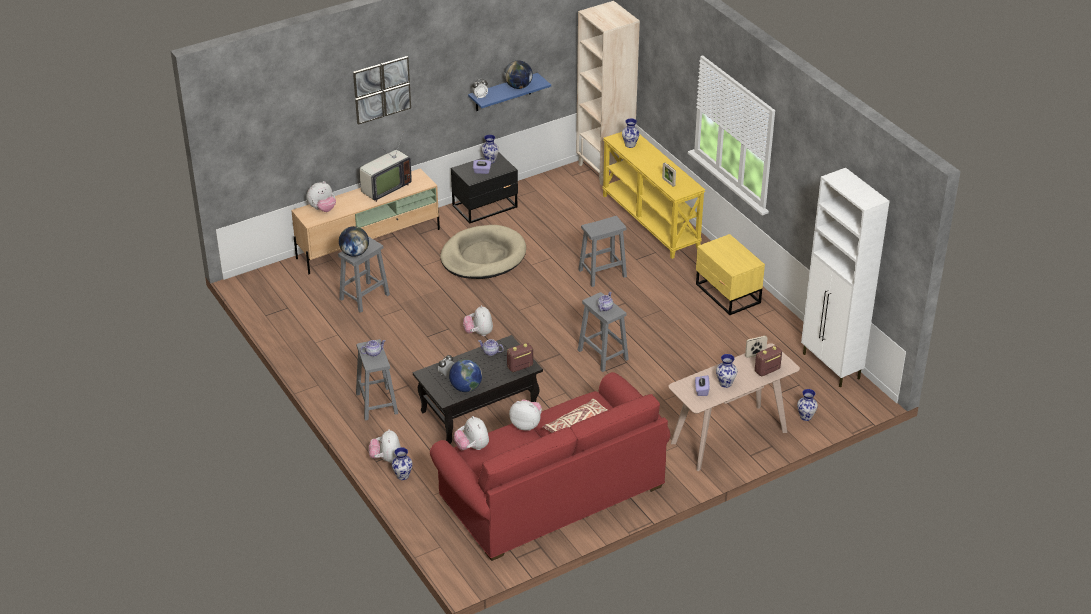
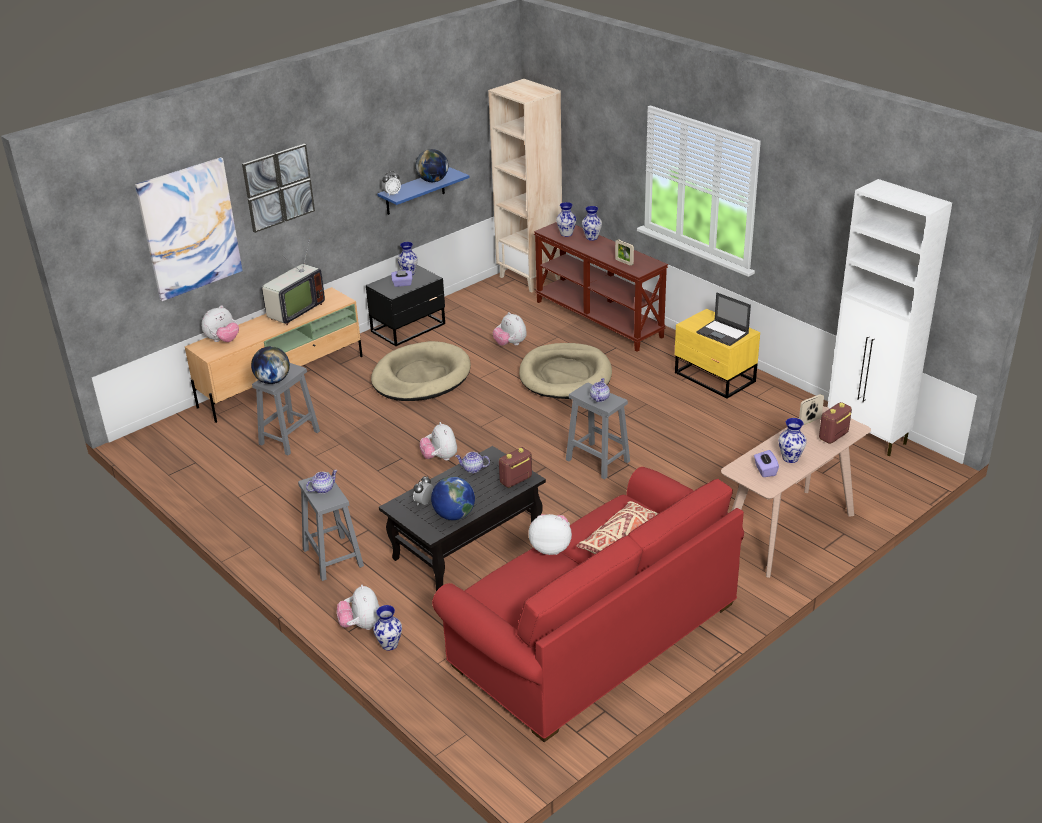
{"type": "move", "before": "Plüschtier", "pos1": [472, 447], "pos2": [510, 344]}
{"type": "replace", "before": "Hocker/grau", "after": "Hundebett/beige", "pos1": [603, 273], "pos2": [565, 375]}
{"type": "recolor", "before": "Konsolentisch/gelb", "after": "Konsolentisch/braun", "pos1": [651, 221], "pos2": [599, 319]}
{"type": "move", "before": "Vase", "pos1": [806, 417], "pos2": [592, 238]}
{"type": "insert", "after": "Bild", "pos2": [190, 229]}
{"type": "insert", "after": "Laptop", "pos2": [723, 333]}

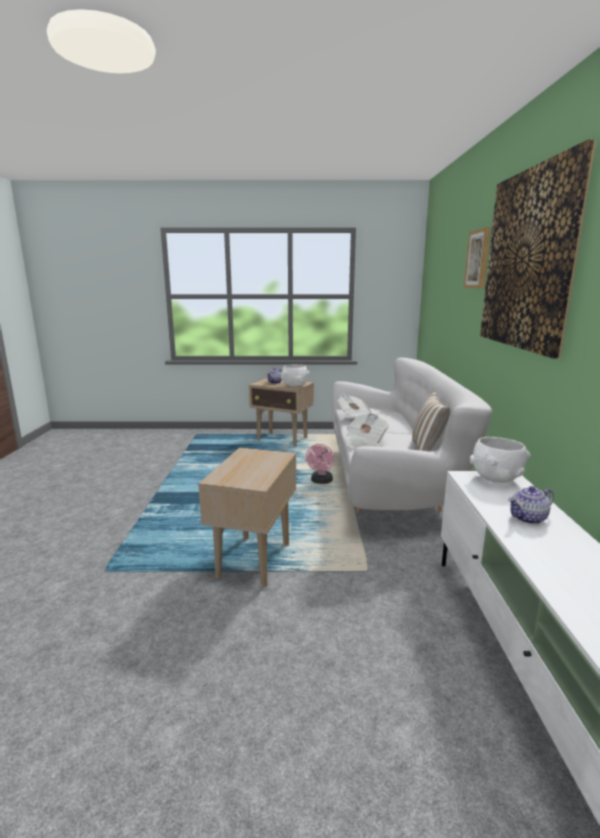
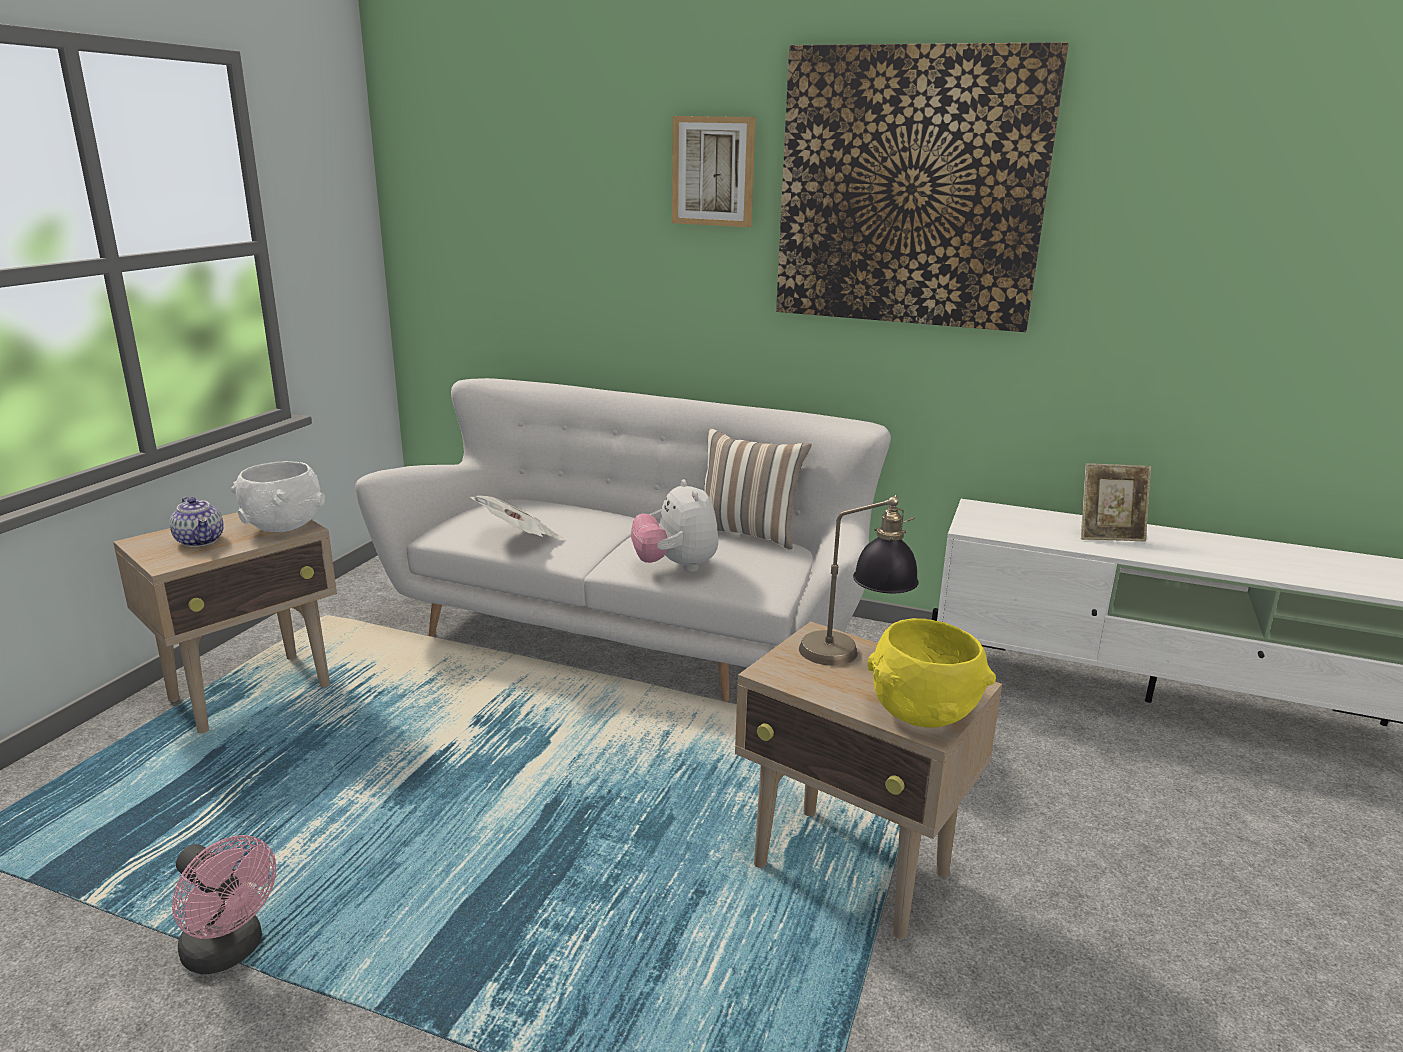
{"type": "move", "before": "Ventilator/rosa", "pos1": [321, 481], "pos2": [230, 952]}
{"type": "replace", "before": "Zeitung", "after": "Plüschtier", "pos1": [365, 442], "pos2": [676, 567]}
{"type": "delete", "before": "Schüssel/weiß", "pos1": [496, 479]}
{"type": "replace", "before": "Teekanne", "after": "Bilderrahmen", "pos1": [528, 518], "pos2": [1109, 536]}
{"type": "insert", "after": "Tischlampe", "pos2": [852, 657]}
{"type": "insert", "after": "Schüssel/gelb", "pos2": [922, 715]}

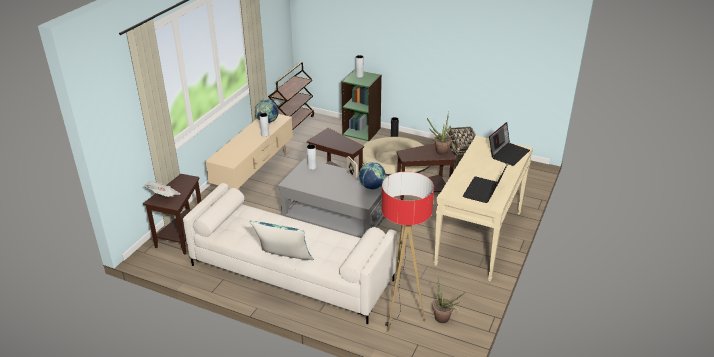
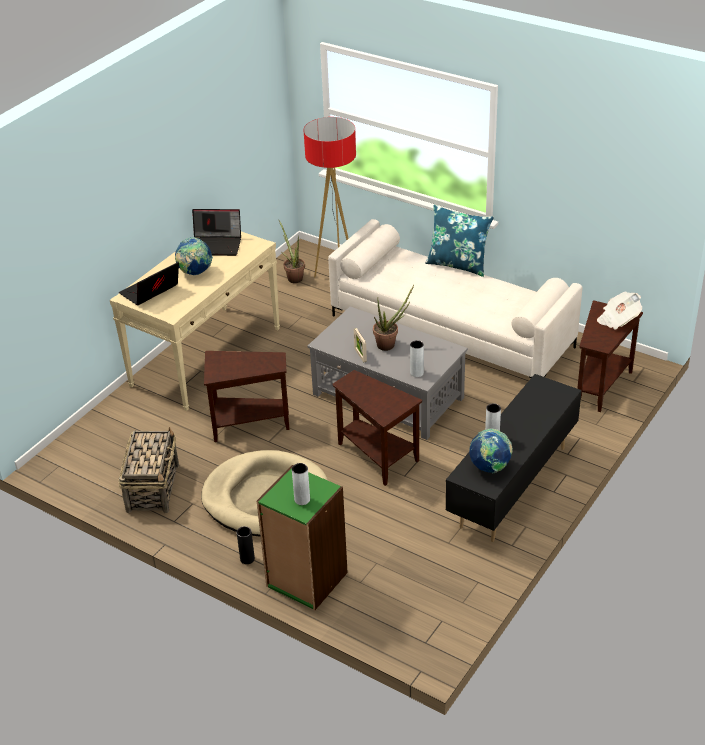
{"type": "recolor", "before": "Fernsehschrank/beige", "after": "Fernsehschrank/schwarz", "pos1": [255, 174], "pos2": [512, 487]}
{"type": "delete", "before": "Rollwagen/braun", "pos1": [292, 124]}
{"type": "move", "before": "Globus", "pos1": [372, 187], "pos2": [195, 273]}
{"type": "move", "before": "Topfpflanze", "pos1": [439, 152], "pos2": [389, 344]}
{"type": "rotate", "before": "Laptop", "pos1": [484, 191], "pos2": [217, 245], "turn": 60}

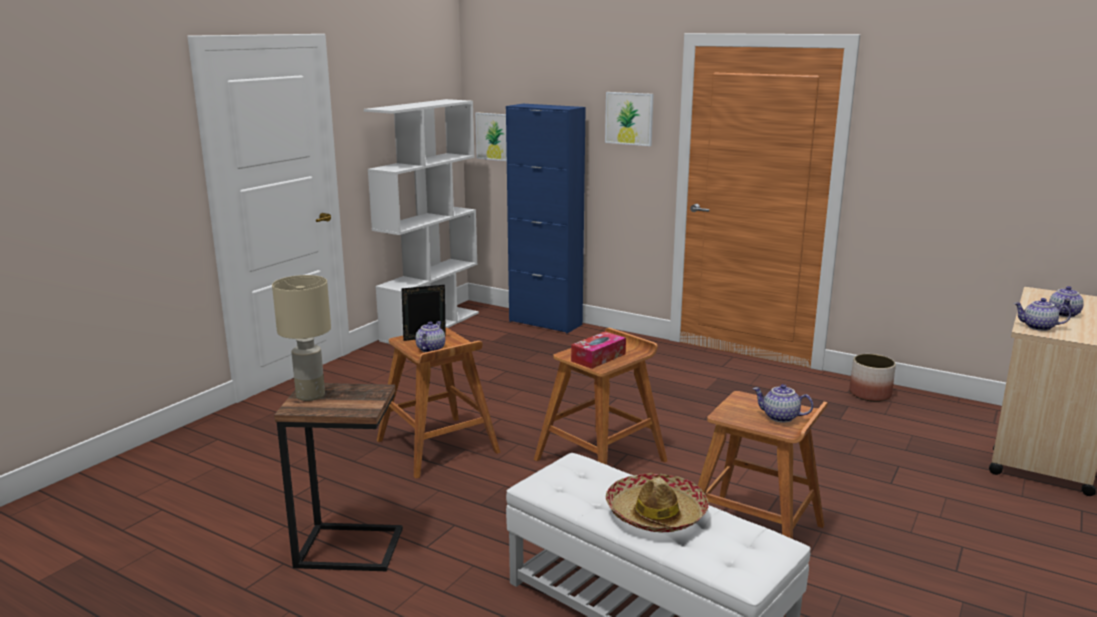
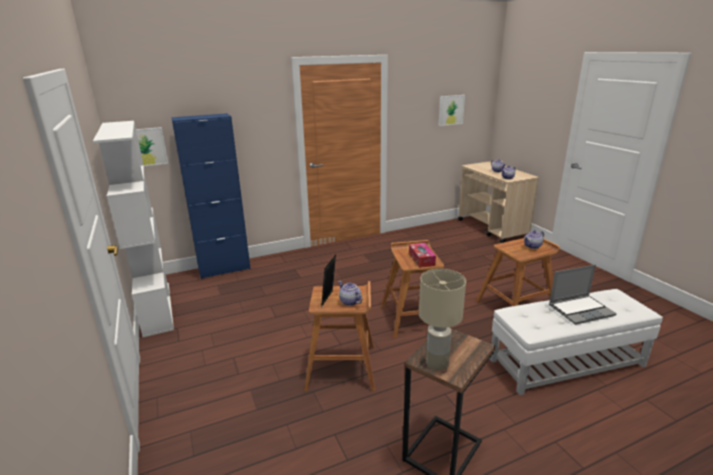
{"type": "move", "before": "Bild", "pos1": [629, 118], "pos2": [451, 110]}
{"type": "replace", "before": "Hut", "after": "Laptop", "pos1": [656, 514], "pos2": [581, 310]}
{"type": "delete", "before": "Pflanzkübel", "pos1": [870, 394]}

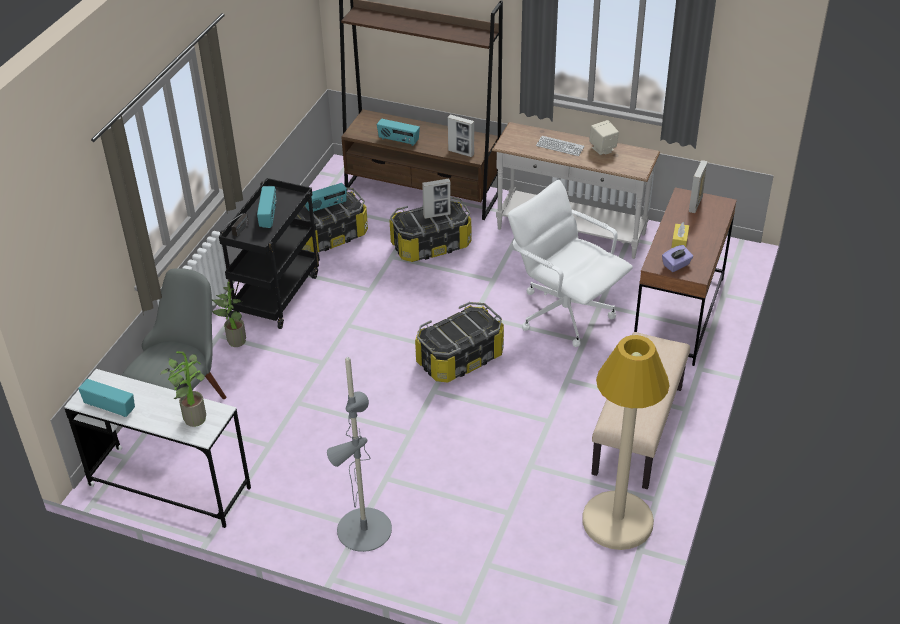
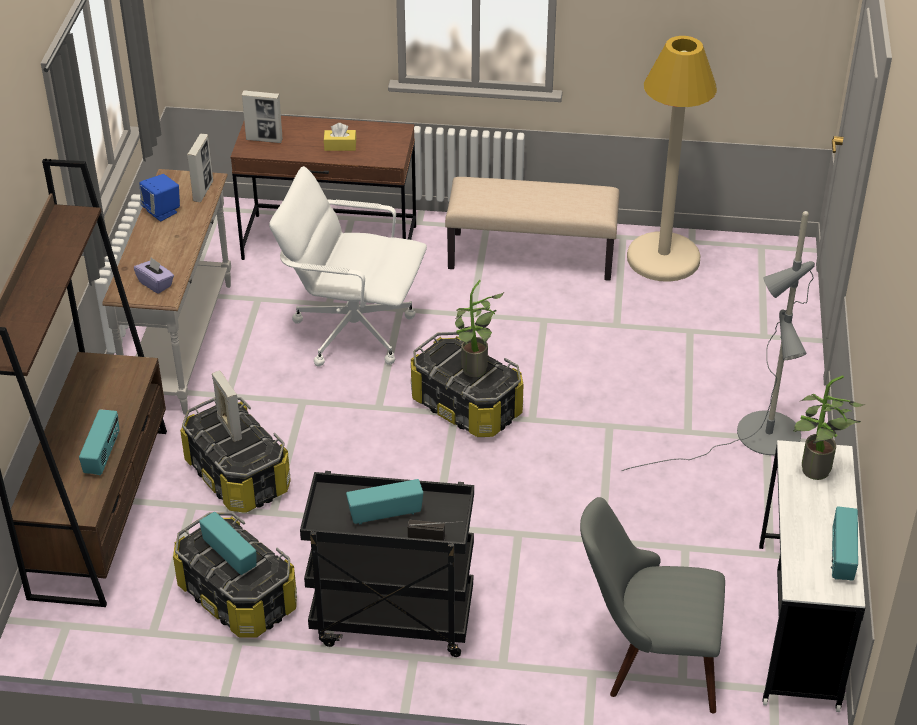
{"type": "move", "before": "Topfpflanze", "pos1": [234, 341], "pos2": [475, 372]}
{"type": "move", "before": "Bilderrahmen", "pos1": [461, 152], "pos2": [203, 191]}
{"type": "rotate", "before": "Bürostuhl/weiß", "pos1": [565, 313], "pos2": [352, 330], "turn": 75}
{"type": "delete", "before": "Tastatur", "pos1": [560, 147]}
{"type": "recolor", "before": "Lautsprecher/beige", "after": "Lautsprecher/blau", "pos1": [603, 149], "pos2": [162, 212]}
{"type": "move", "before": "Taschentuchbox/lila", "pos1": [676, 265], "pos2": [155, 284]}

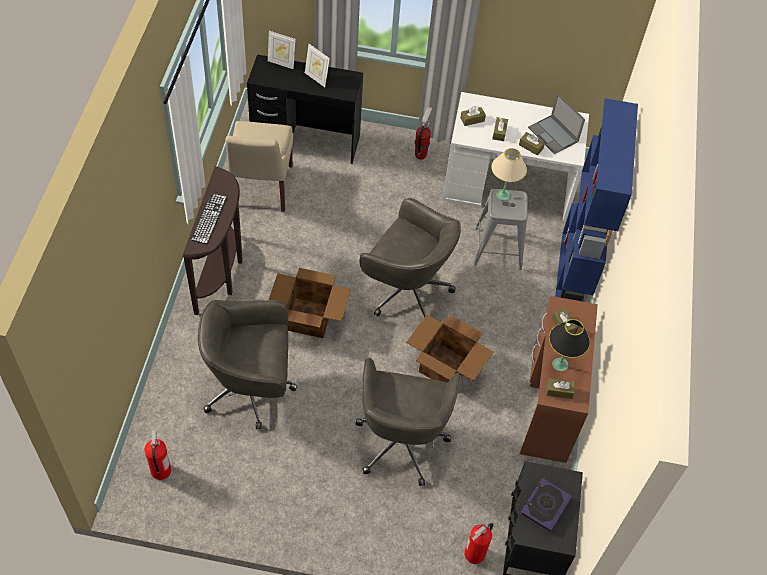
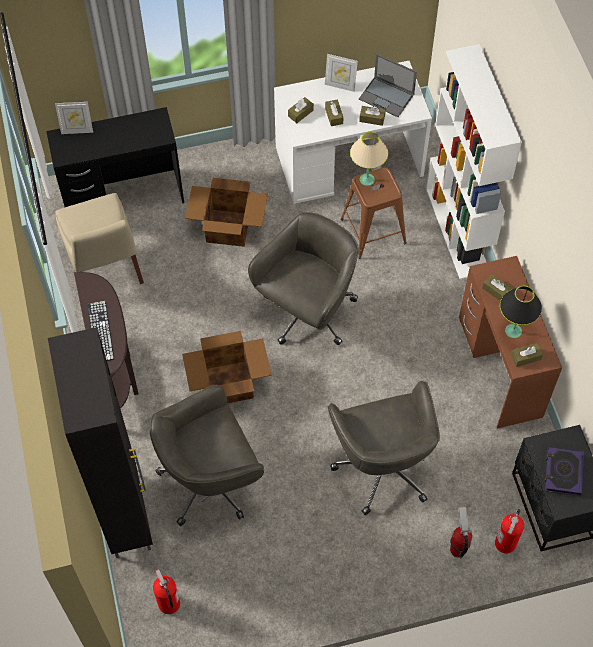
{"type": "move", "before": "Bilderrahmen", "pos1": [316, 78], "pos2": [340, 85]}
{"type": "rotate", "before": "Bürostuhl/grau", "pos1": [406, 290], "pos2": [307, 312], "turn": -60}
{"type": "move", "before": "Karton", "pos1": [446, 367], "pos2": [229, 228]}
{"type": "move", "before": "Feuerlöscher", "pos1": [420, 155], "pos2": [457, 550]}
{"type": "recolor", "before": "Hocker/grau", "after": "Hocker/braun", "pos1": [498, 248], "pos2": [373, 231]}
{"type": "recolor", "before": "Bücherregal/blau", "after": "Bücherregal/weiß", "pos1": [572, 277], "pos2": [458, 230]}
{"type": "insert", "after": "Schrank/schwarz", "pos2": [126, 514]}

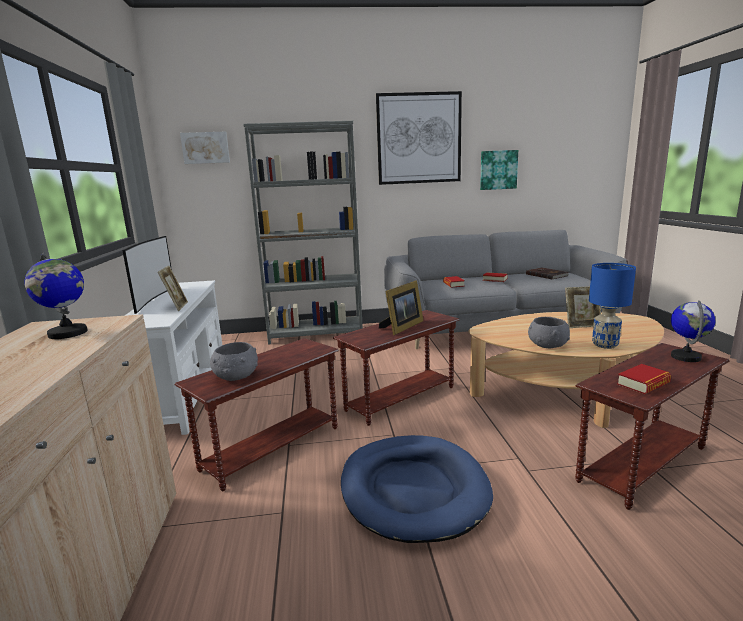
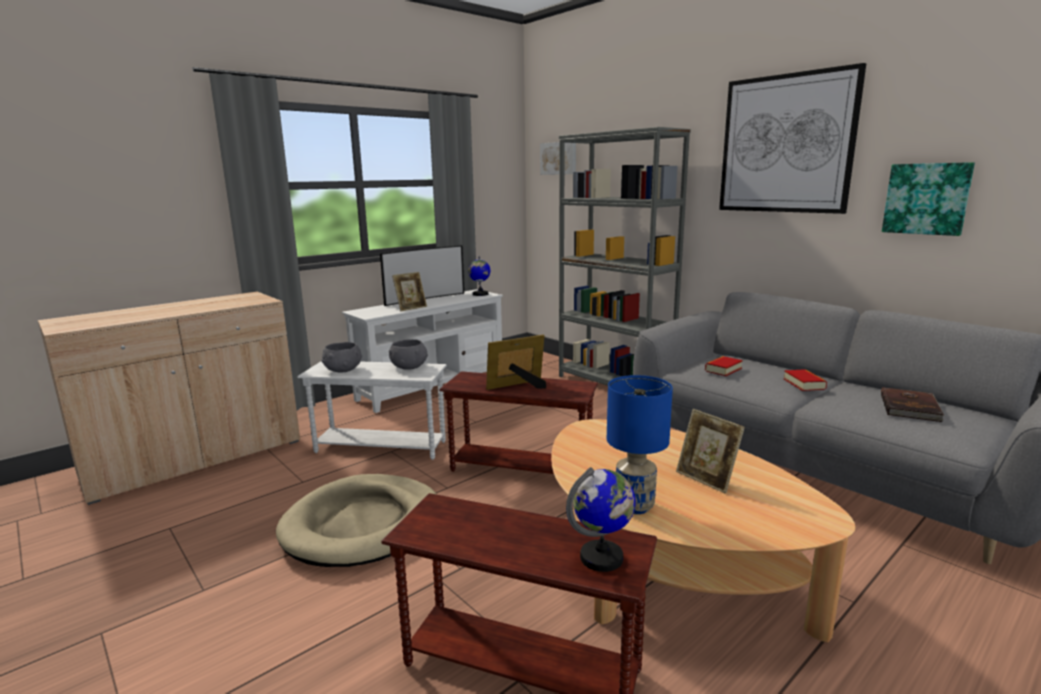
{"type": "move", "before": "Globus", "pos1": [67, 333], "pos2": [480, 294]}
{"type": "recolor", "before": "Beistelltisch/braun", "after": "Beistelltisch/weiß", "pos1": [271, 448], "pos2": [381, 447]}
{"type": "recolor", "before": "Hundebett/blau", "after": "Hundebett/beige", "pos1": [413, 490], "pos2": [362, 524]}
{"type": "rotate", "before": "Bilderrahmen", "pos1": [402, 327], "pos2": [519, 386], "turn": 150}
{"type": "move", "before": "Schüssel/grau", "pos1": [547, 345], "pos2": [409, 367]}
{"type": "delete", "before": "Buch", "pos1": [643, 384]}

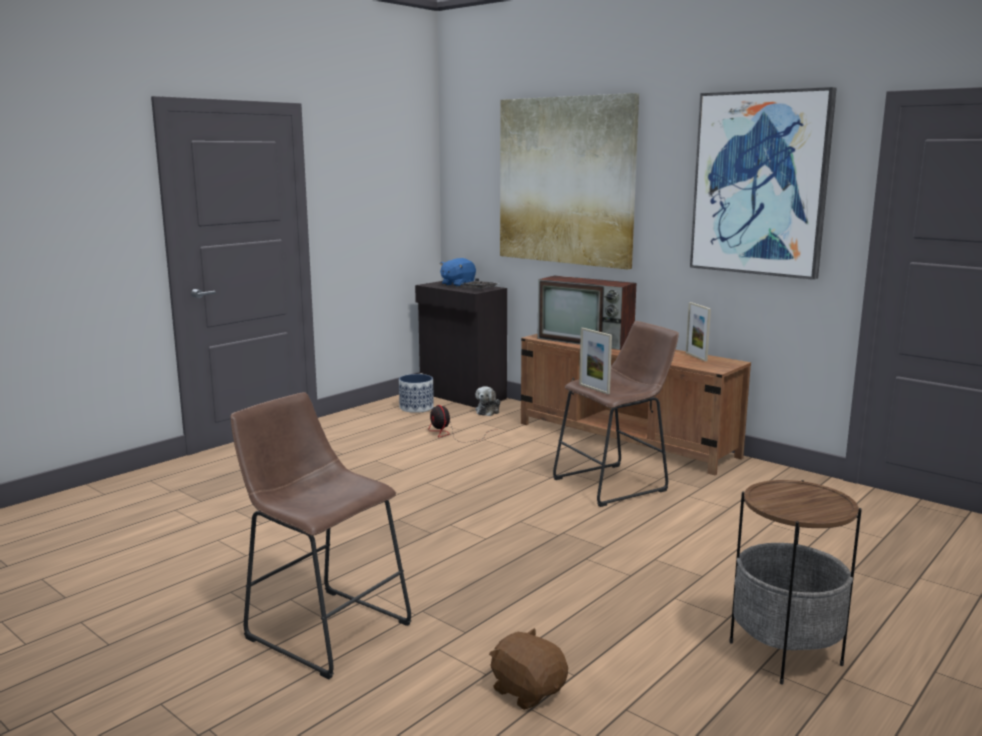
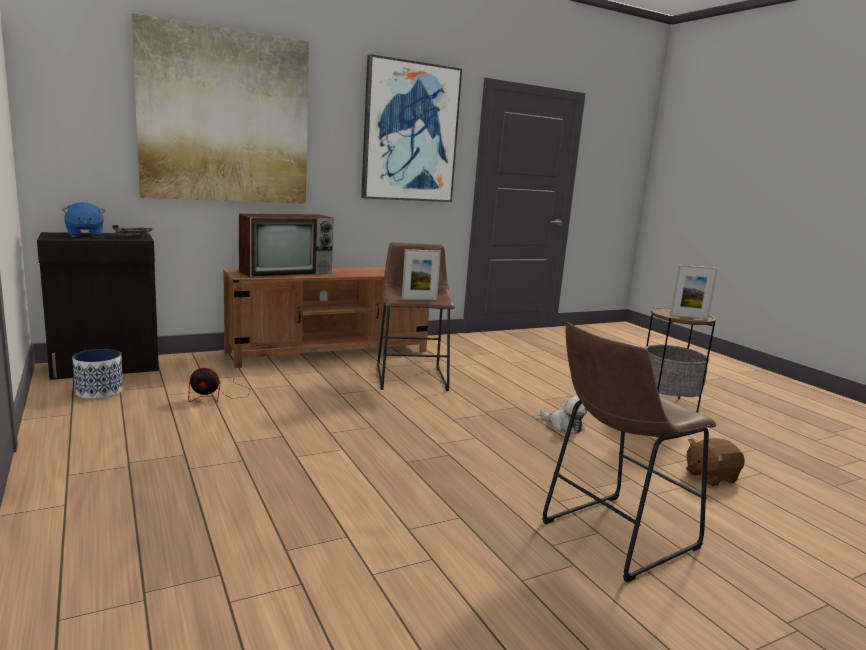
{"type": "move", "before": "Plüschtier", "pos1": [488, 411], "pos2": [564, 426]}
{"type": "move", "before": "Bilderrahmen", "pos1": [696, 357], "pos2": [689, 317]}

